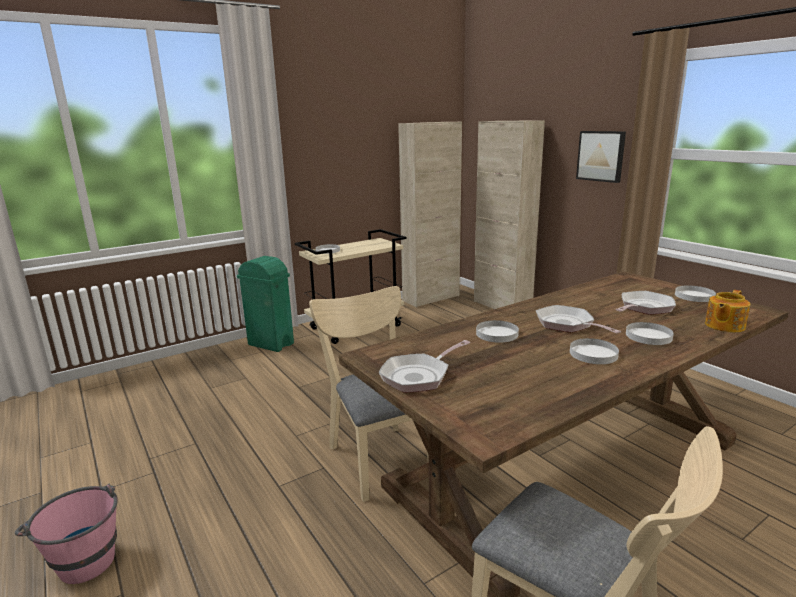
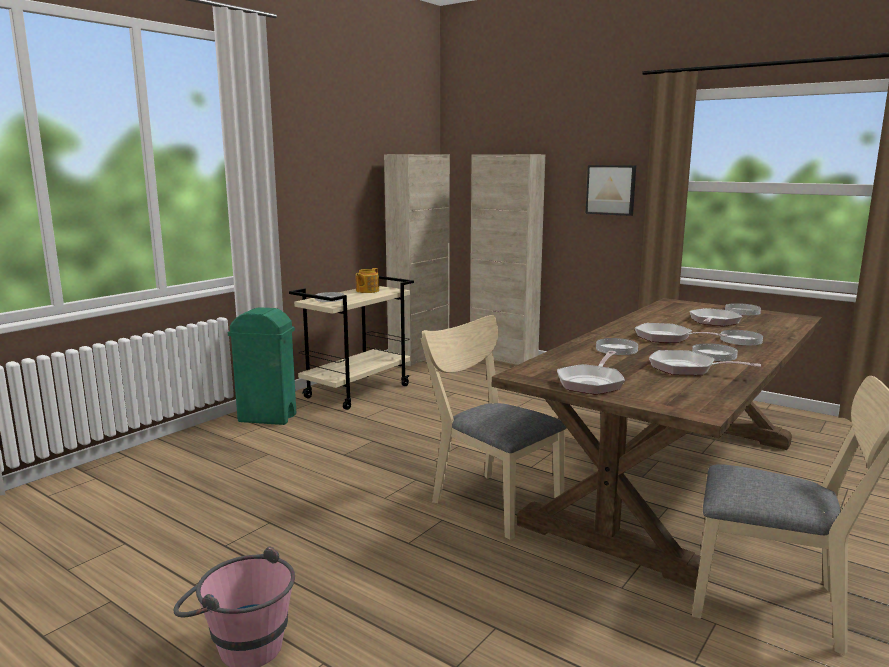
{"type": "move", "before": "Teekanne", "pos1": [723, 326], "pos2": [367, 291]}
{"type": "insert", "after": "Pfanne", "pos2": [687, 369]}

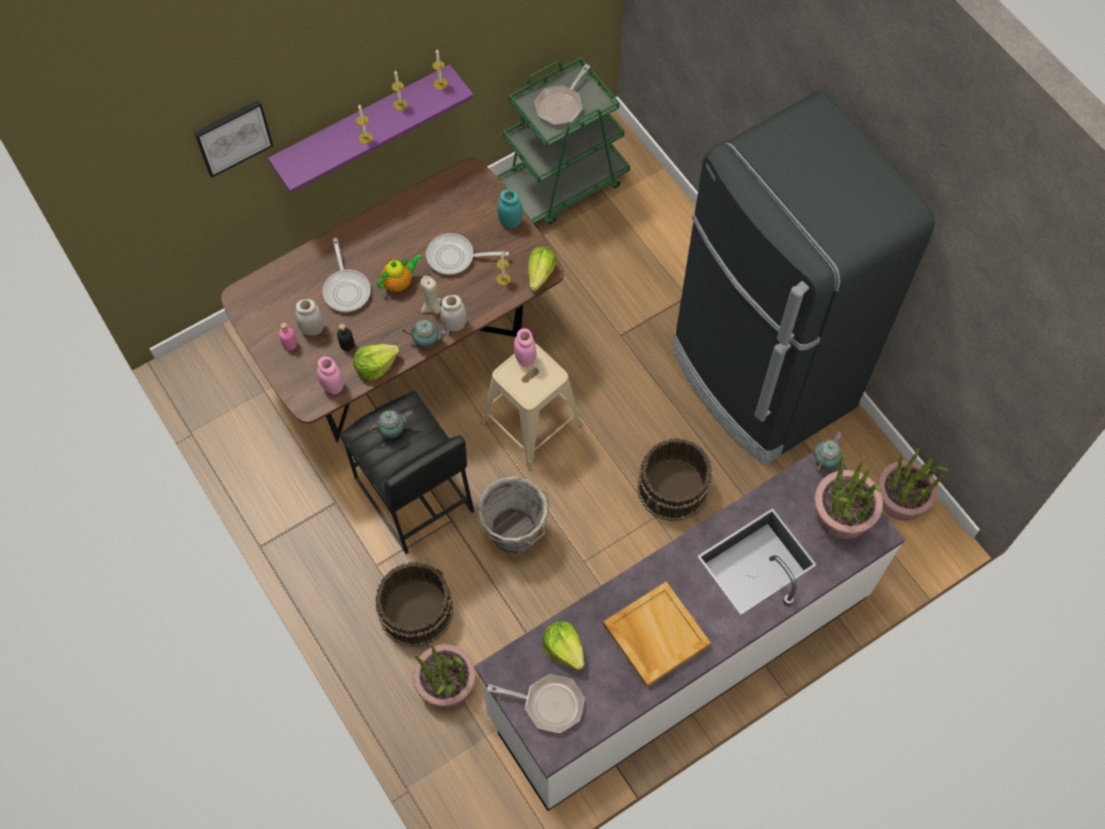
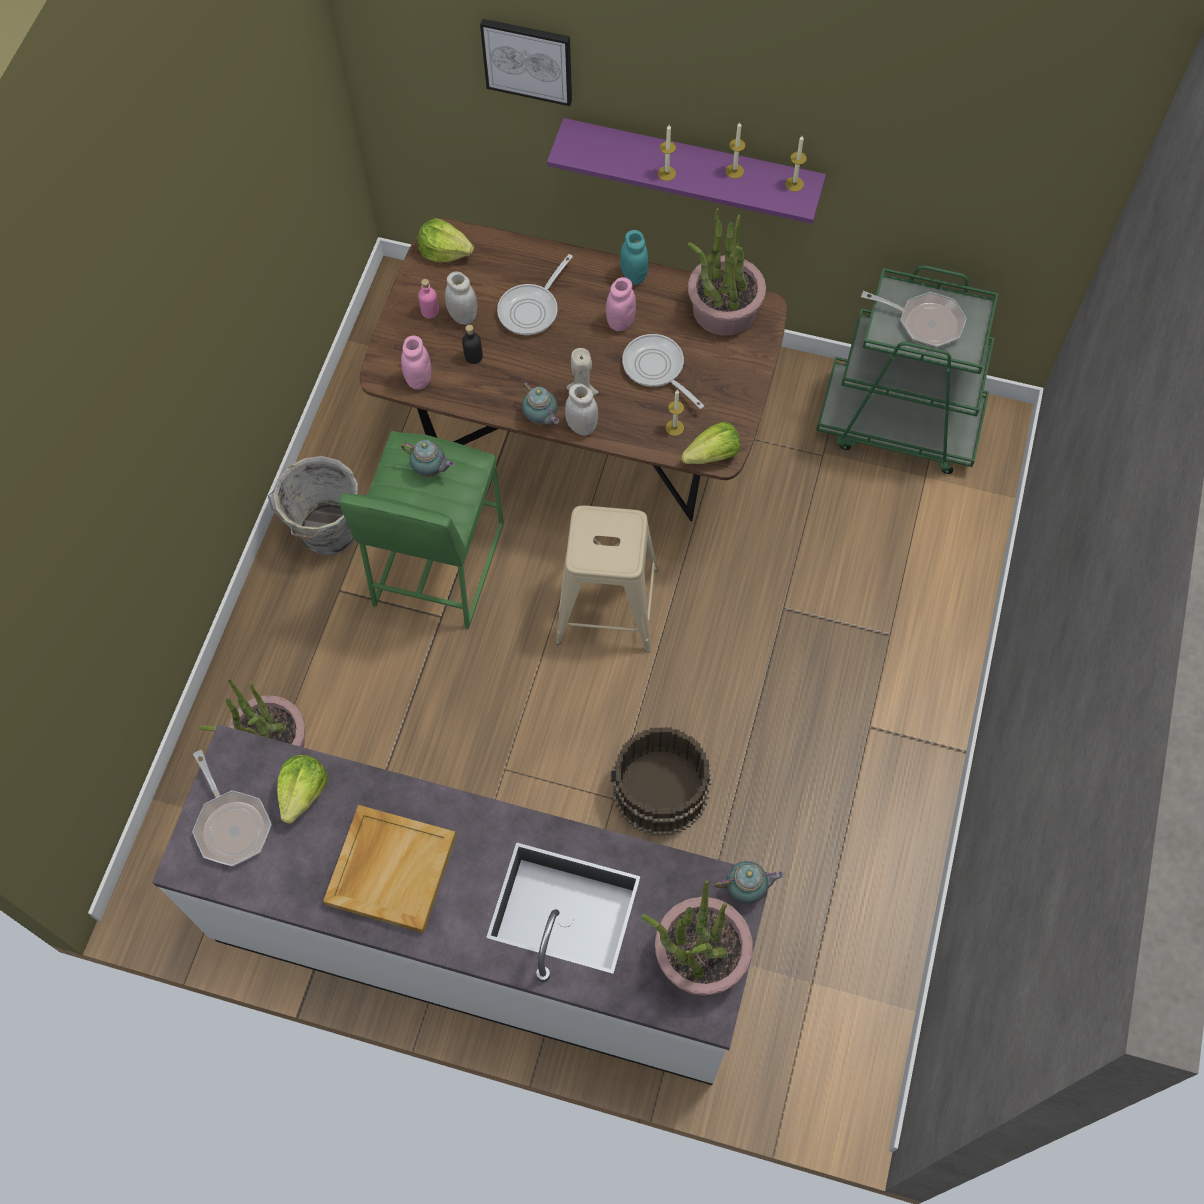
{"type": "recolor", "before": "Hocker/schwarz", "after": "Hocker/grün", "pos1": [413, 496], "pos2": [437, 564]}
{"type": "move", "before": "Salatkopf", "pos1": [375, 365], "pos2": [445, 251]}
{"type": "delete", "before": "Eimer/braun", "pos1": [415, 610]}
{"type": "delete", "before": "Teekanne", "pos1": [399, 282]}
{"type": "move", "before": "Eimer/grau", "pos1": [515, 533], "pos2": [328, 533]}
{"type": "move", "before": "Vorratsglas/türkis", "pos1": [510, 221], "pos2": [634, 276]}
{"type": "move", "before": "Vorratsglas/rosa", "pos1": [525, 358], "pos2": [620, 322]}
{"type": "rotate", "before": "Pfanne", "pos1": [561, 105], "pos2": [924, 322], "turn": -150}
{"type": "delete", "before": "Kühlschrank/schwarz", "pos1": [761, 379]}
{"type": "move", "before": "Topfpflanze", "pos1": [902, 498], "pos2": [723, 309]}

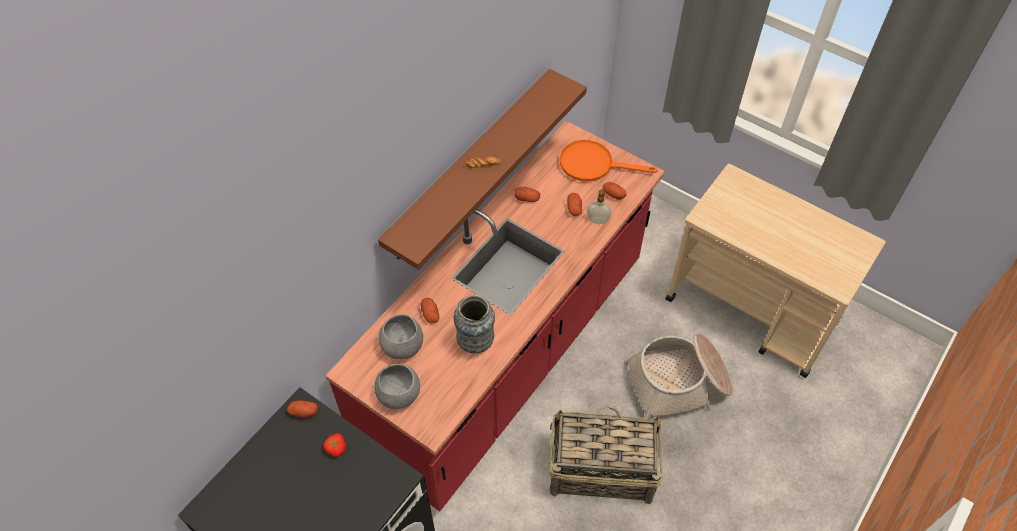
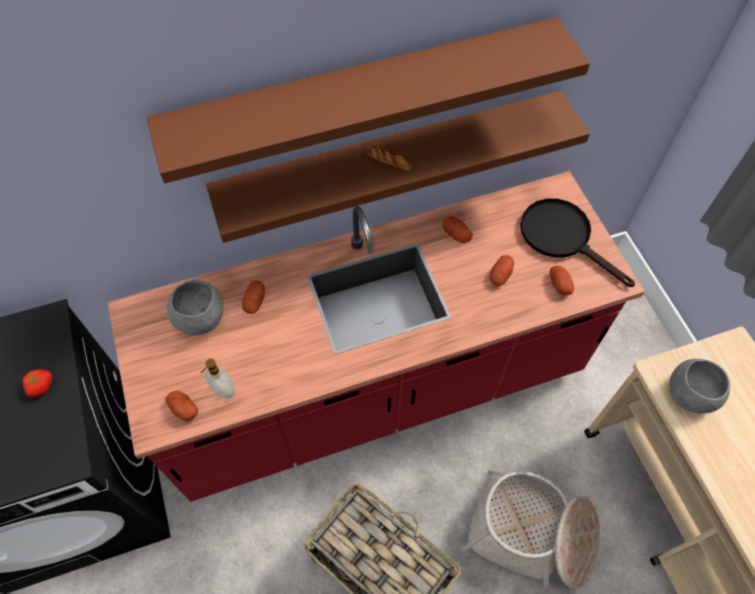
{"type": "move", "before": "Kartoffel", "pos1": [303, 412], "pos2": [183, 409]}
{"type": "move", "before": "Schüssel/grau", "pos1": [398, 395], "pos2": [689, 394]}
{"type": "delete", "before": "Vase", "pos1": [475, 343]}
{"type": "recolor", "before": "Pfanne/orange", "after": "Pfanne/schwarz", "pos1": [594, 164], "pos2": [563, 237]}
{"type": "move", "before": "Seifenspender", "pos1": [597, 221], "pos2": [222, 390]}
{"type": "insert", "after": "Wandregal/braun", "pos2": [362, 94]}

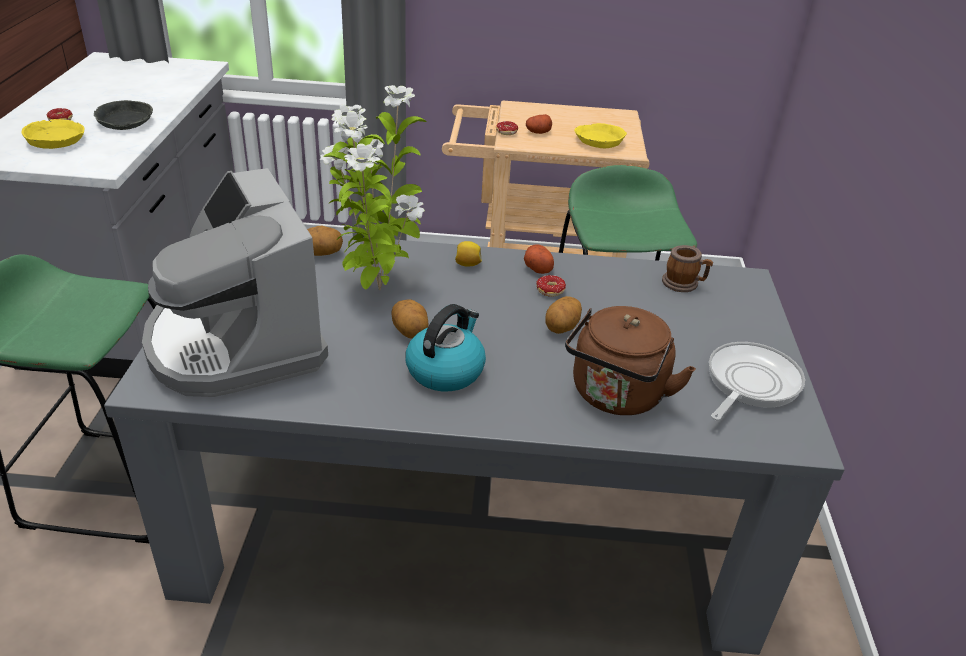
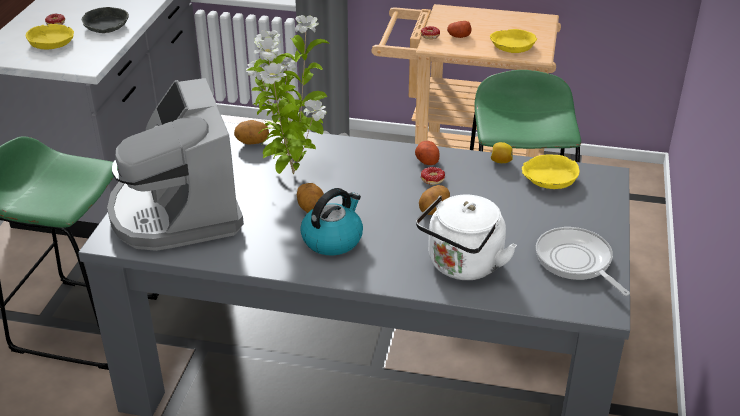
{"type": "move", "before": "Zitrone", "pos1": [467, 264], "pos2": [500, 161]}
{"type": "recolor", "before": "Wasserkessel/braun", "after": "Wasserkessel/weiß", "pos1": [616, 397], "pos2": [462, 266]}
{"type": "replace", "before": "Henkelbecher", "after": "Schüssel/gelb", "pos1": [684, 284], "pos2": [549, 178]}
{"type": "rotate", "before": "Pfanne", "pos1": [749, 383], "pos2": [576, 261], "turn": -75}

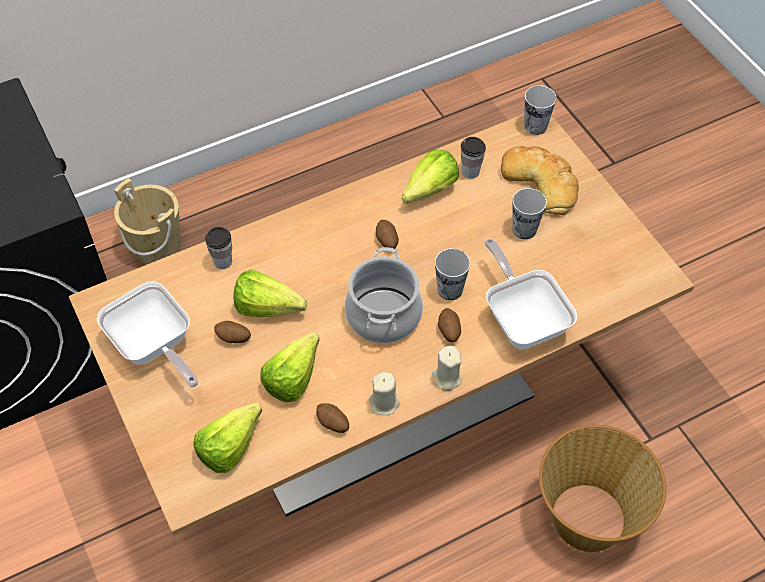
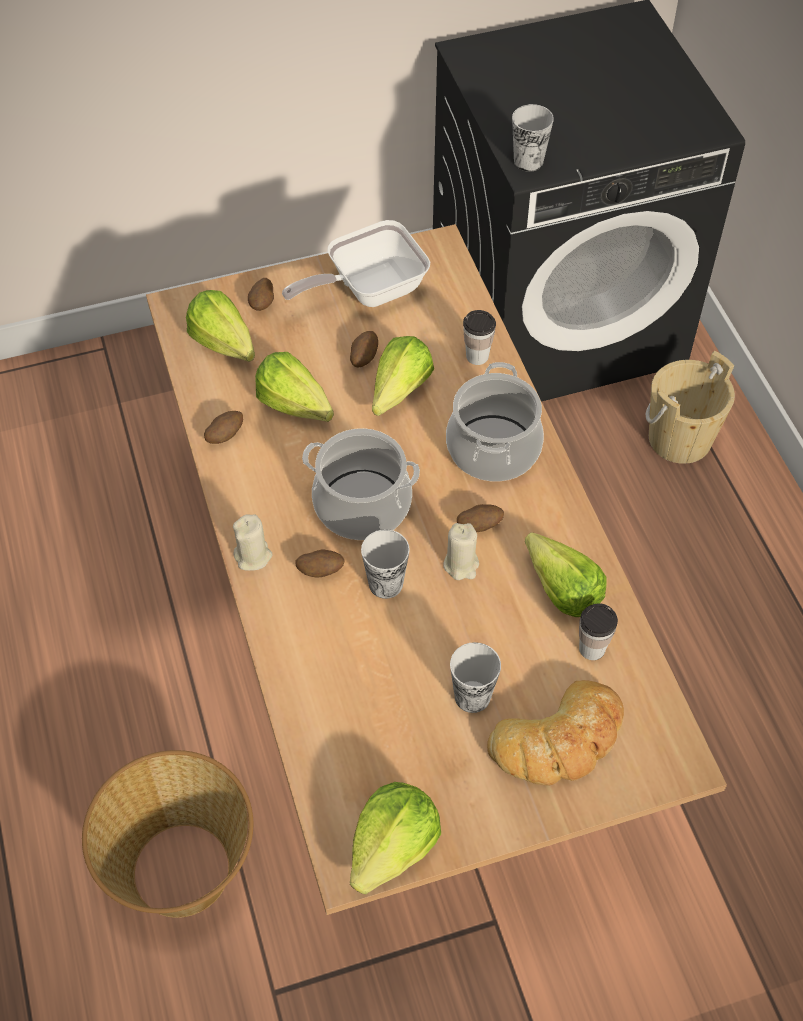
{"type": "move", "before": "Kerze/beige", "pos1": [384, 403], "pos2": [461, 565]}
{"type": "delete", "before": "Pfanne", "pos1": [523, 318]}
{"type": "move", "before": "Tasse", "pos1": [535, 126], "pos2": [528, 161]}
{"type": "insert", "after": "Kartoffel", "pos2": [262, 304]}
{"type": "insert", "after": "Salatkopf", "pos2": [393, 847]}
{"type": "insert", "after": "Kochtopf", "pos2": [494, 449]}

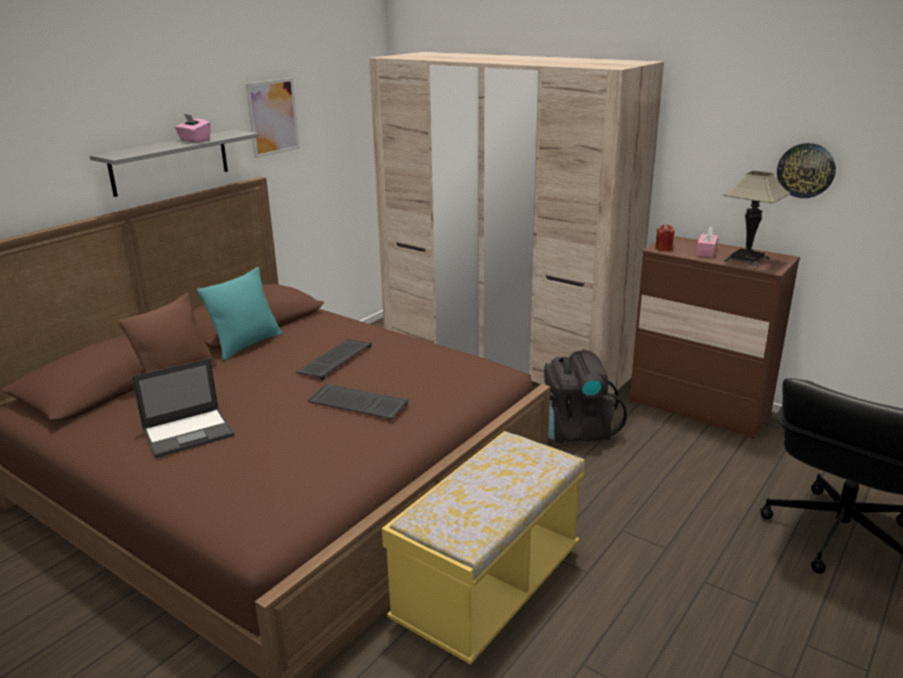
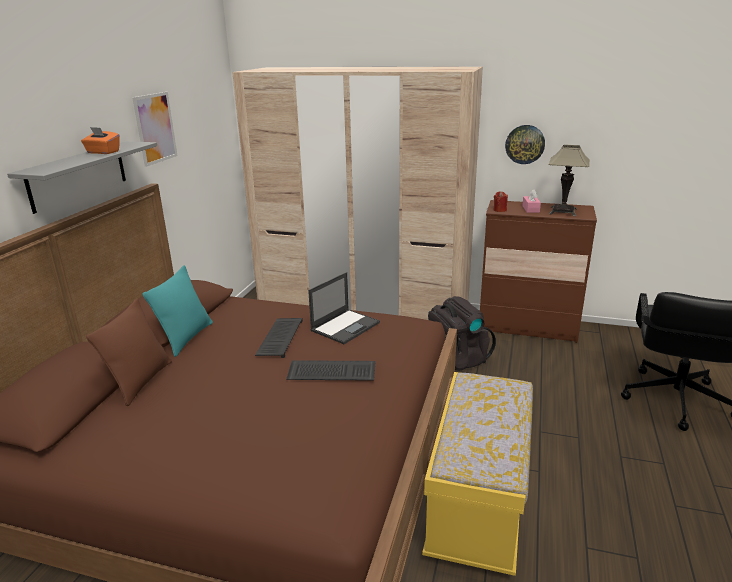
{"type": "move", "before": "Laptop", "pos1": [189, 432], "pos2": [345, 326]}
{"type": "recolor", "before": "Taschentuchbox/rosa", "after": "Taschentuchbox/orange", "pos1": [194, 140], "pos2": [103, 152]}
{"type": "move", "before": "Wanduhr", "pos1": [806, 170], "pos2": [525, 144]}

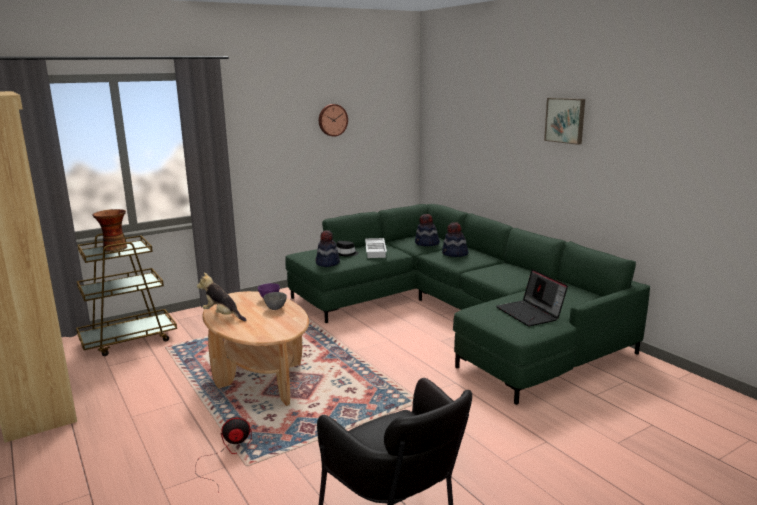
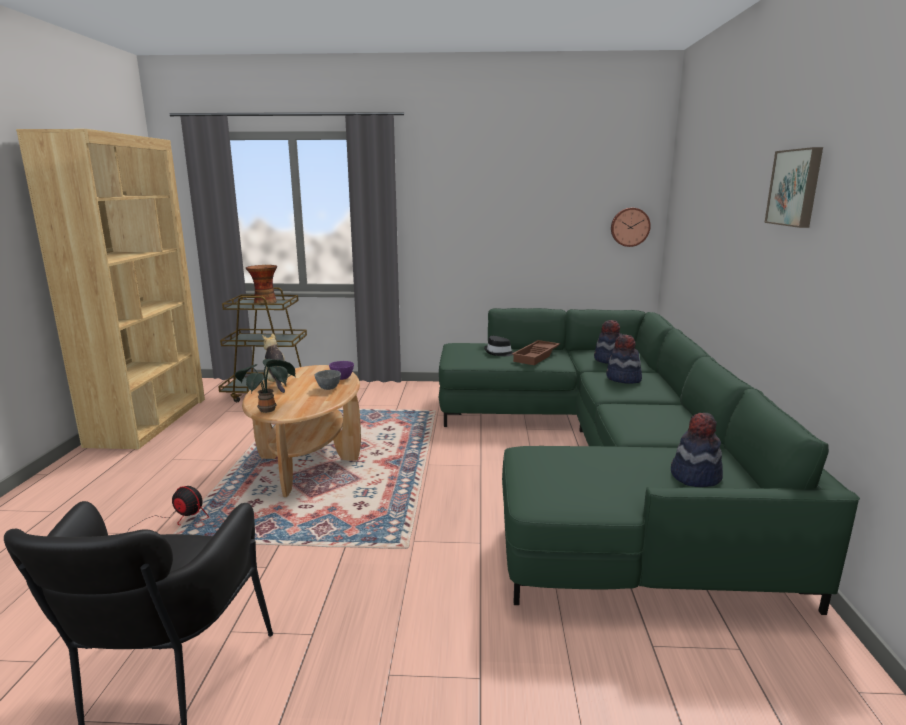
{"type": "move", "before": "Hut", "pos1": [327, 263], "pos2": [695, 476]}
{"type": "move", "before": "Wanduhr", "pos1": [332, 120], "pos2": [629, 227]}
{"type": "recolor", "before": "Tablett/weiß", "after": "Tablett/braun", "pos1": [376, 251], "pos2": [536, 356]}
{"type": "delete", "before": "Laptop", "pos1": [530, 313]}
{"type": "insert", "after": "Topfpflanze", "pos2": [269, 410]}

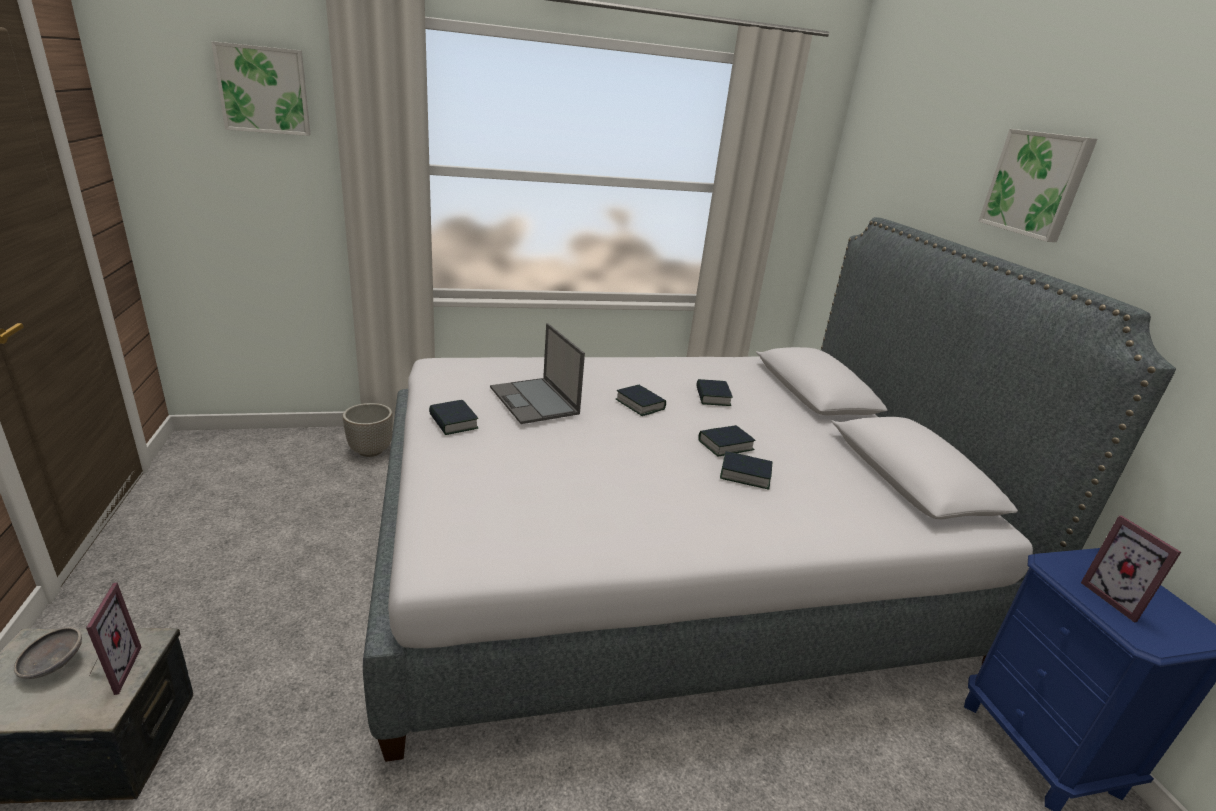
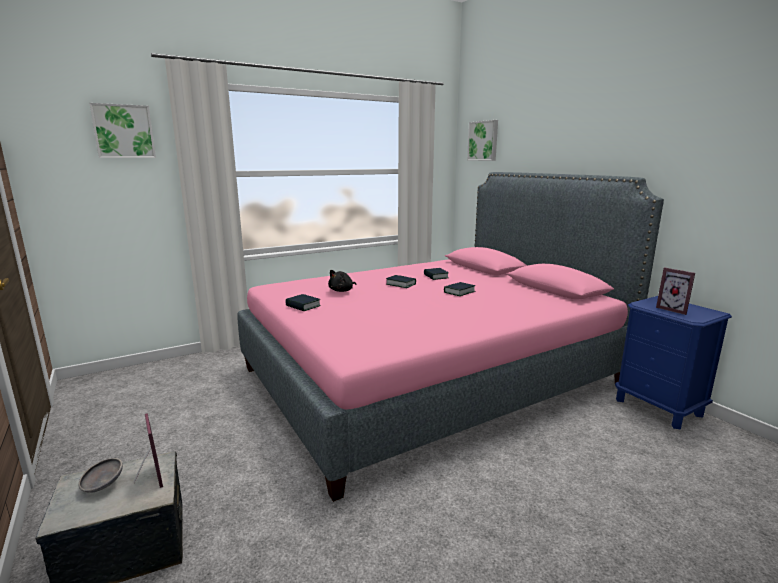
{"type": "delete", "before": "Pflanzkübel", "pos1": [370, 451]}
{"type": "recolor", "before": "Bett/grau", "after": "Bett/rosa", "pos1": [664, 557], "pos2": [431, 376]}
{"type": "replace", "before": "Laptop", "after": "Plüschtier/schwarz", "pos1": [535, 401], "pos2": [342, 291]}
{"type": "delete", "before": "Buch", "pos1": [745, 475]}
{"type": "move", "before": "Bild", "pos1": [1037, 184], "pos2": [483, 141]}

